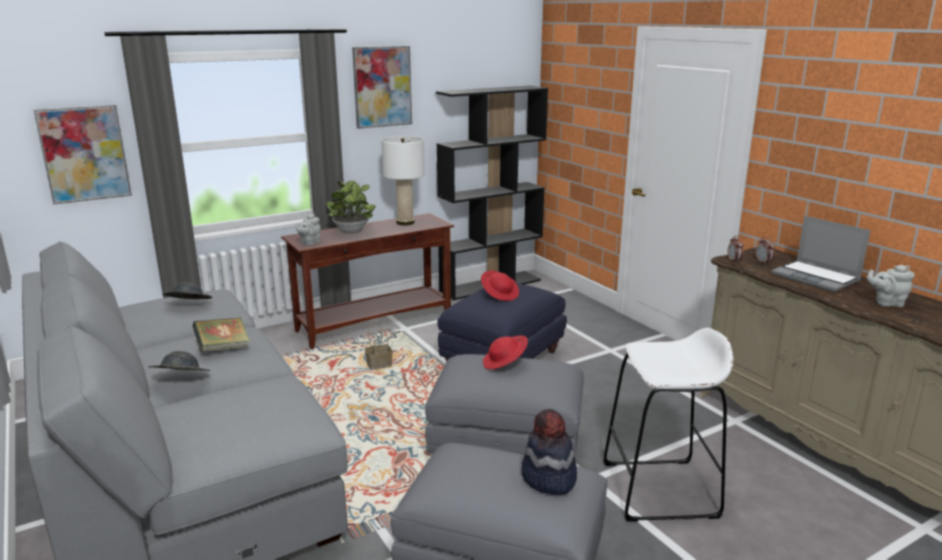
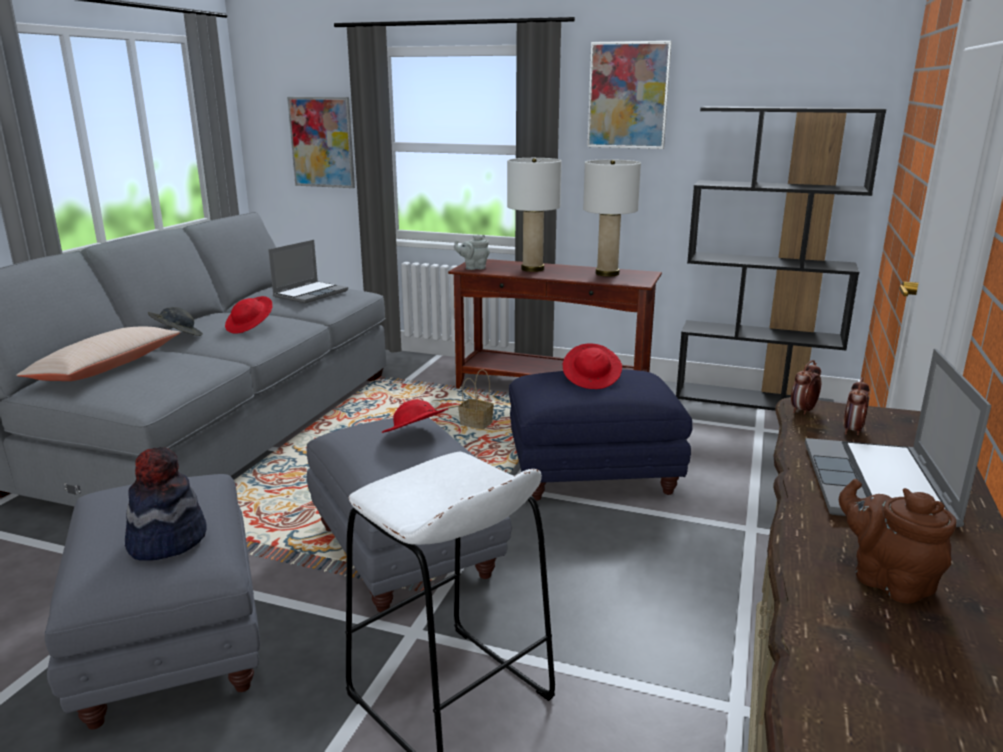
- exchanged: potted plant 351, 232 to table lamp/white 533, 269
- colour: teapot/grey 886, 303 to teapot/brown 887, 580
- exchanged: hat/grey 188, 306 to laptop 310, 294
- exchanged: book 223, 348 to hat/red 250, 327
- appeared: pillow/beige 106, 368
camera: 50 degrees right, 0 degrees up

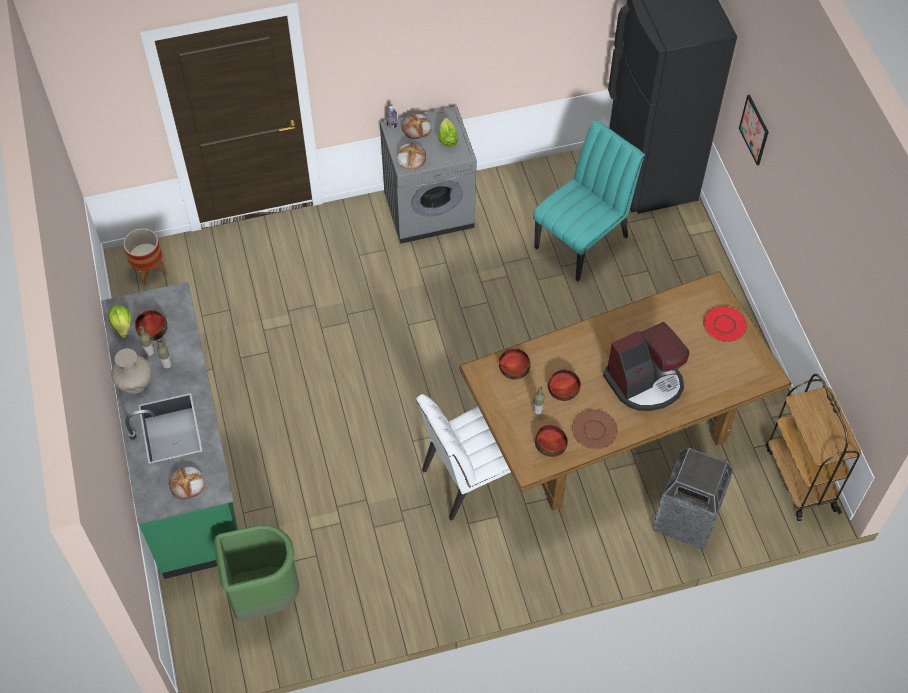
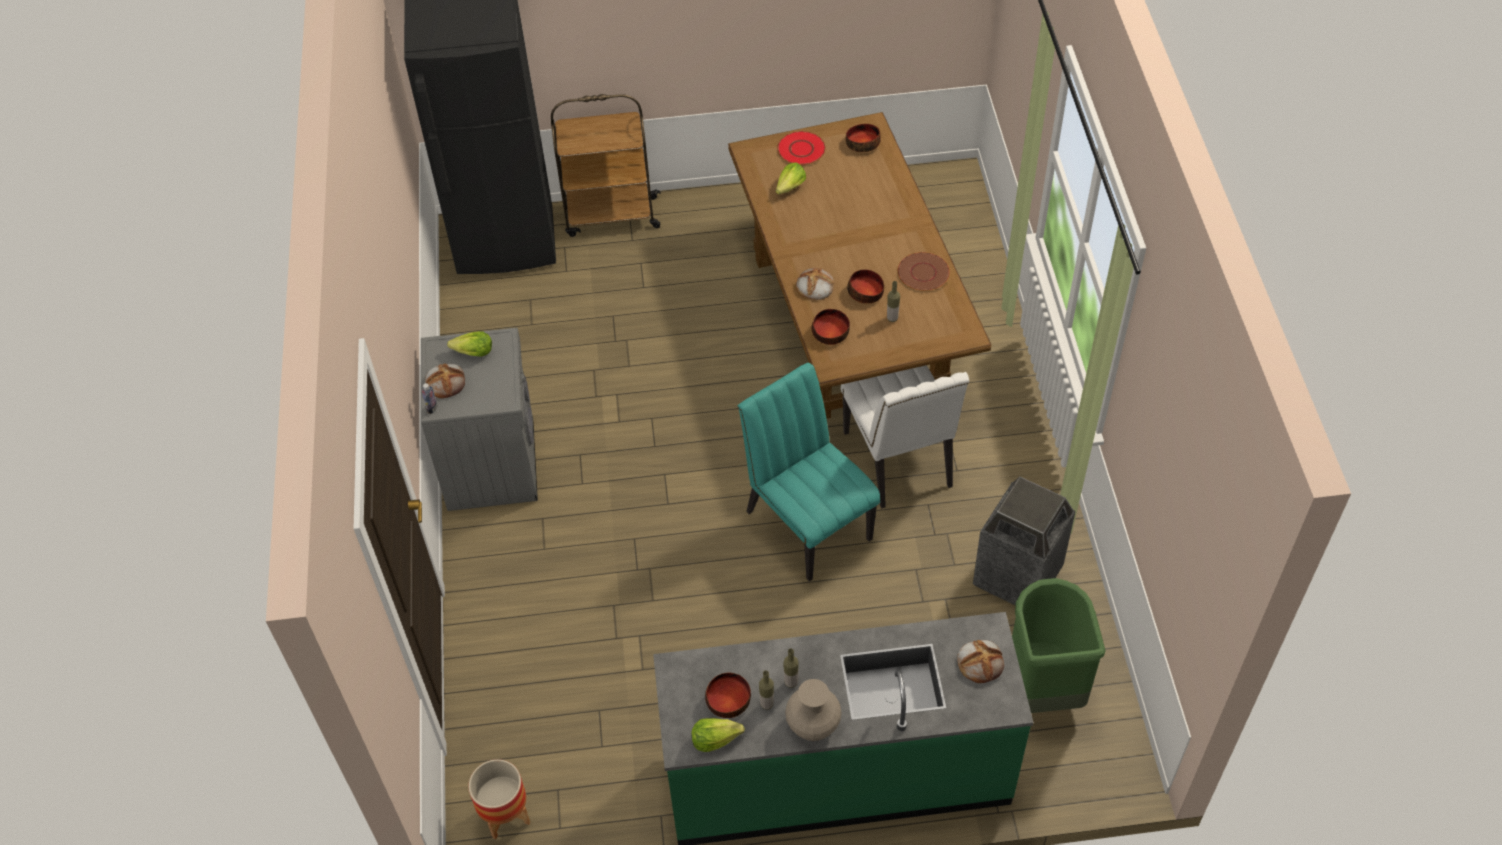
- missing: picture 754, 130
- relocated: chair/turquoise 581, 243 to 809, 526
- relocated: bread 410, 157 to 814, 286
- missing: coffee machine 645, 382
- relocated: cart/brown 800, 477 to 610, 216
- relocated: bowl 551, 444 to 863, 143
- relocated: trash can 686, 518 to 1017, 576
- appeared: lettuce 790, 187
camera: 80 degrees left, 5 degrees down

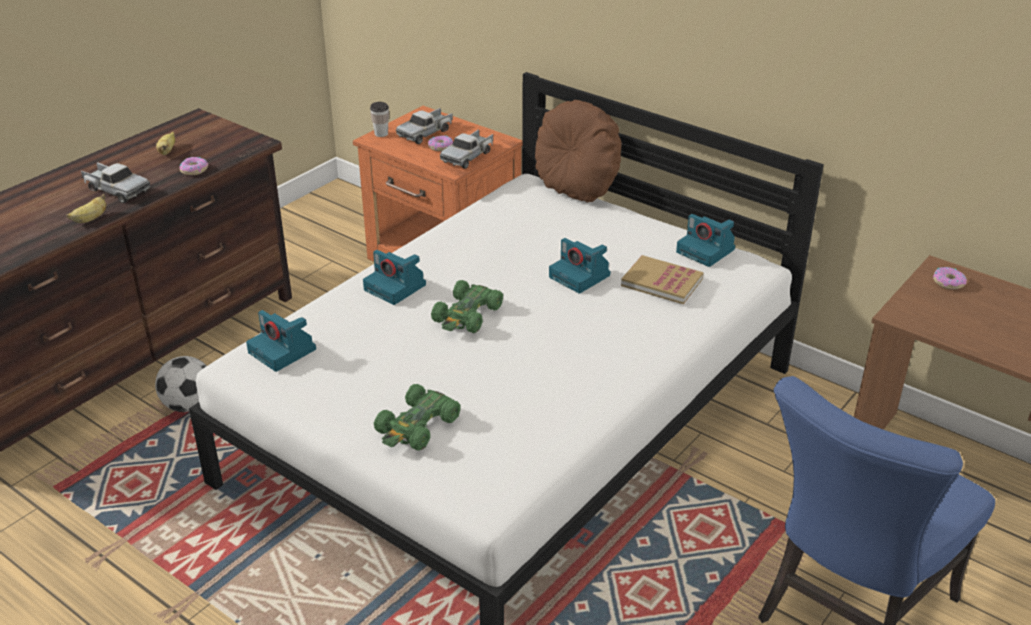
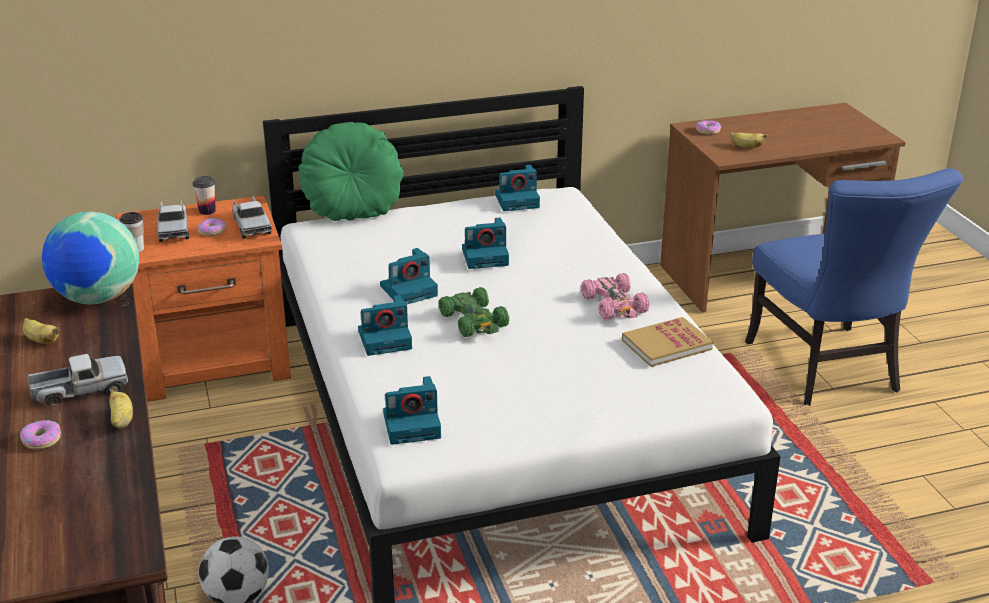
- colour: pillow/brown 576, 190 to pillow/green 353, 213
- relocated: donut 194, 170 to 41, 440
- relocated: book 662, 282 to 666, 345
- missing: toy car/green 417, 426
- appeared: banana 746, 147
- appeared: cup 207, 211
- appeared: globe 97, 298
- appeared: photo camera 409, 290
- appeared: toy car/pink 615, 305
camera: 55 degrees left, 5 degrees down

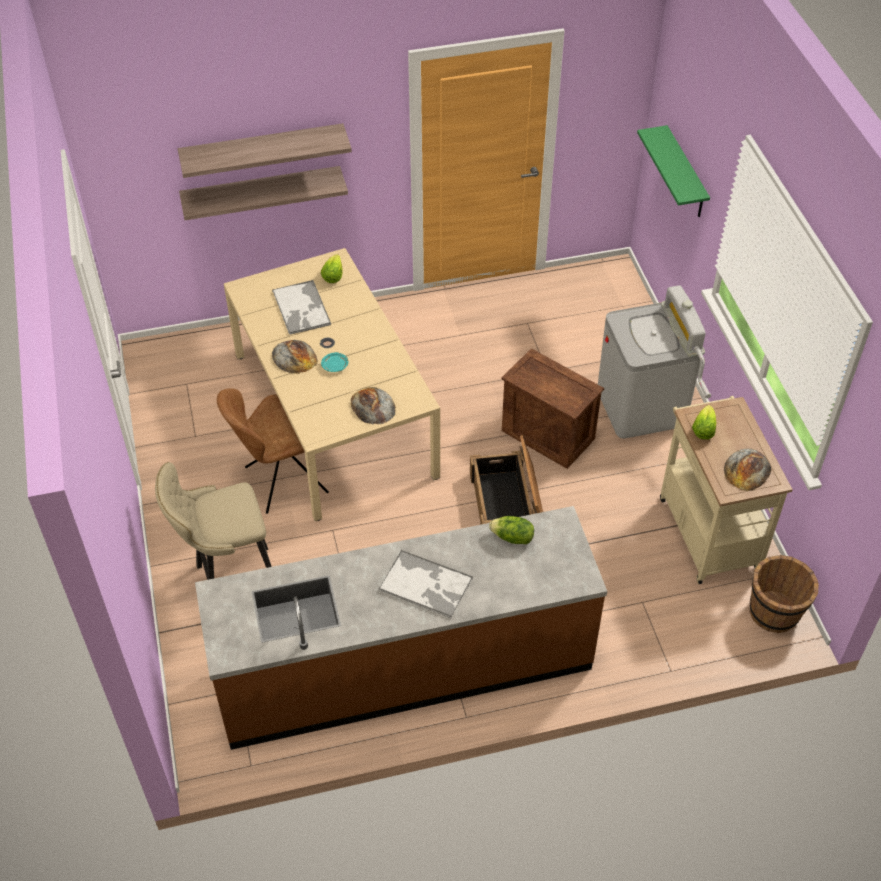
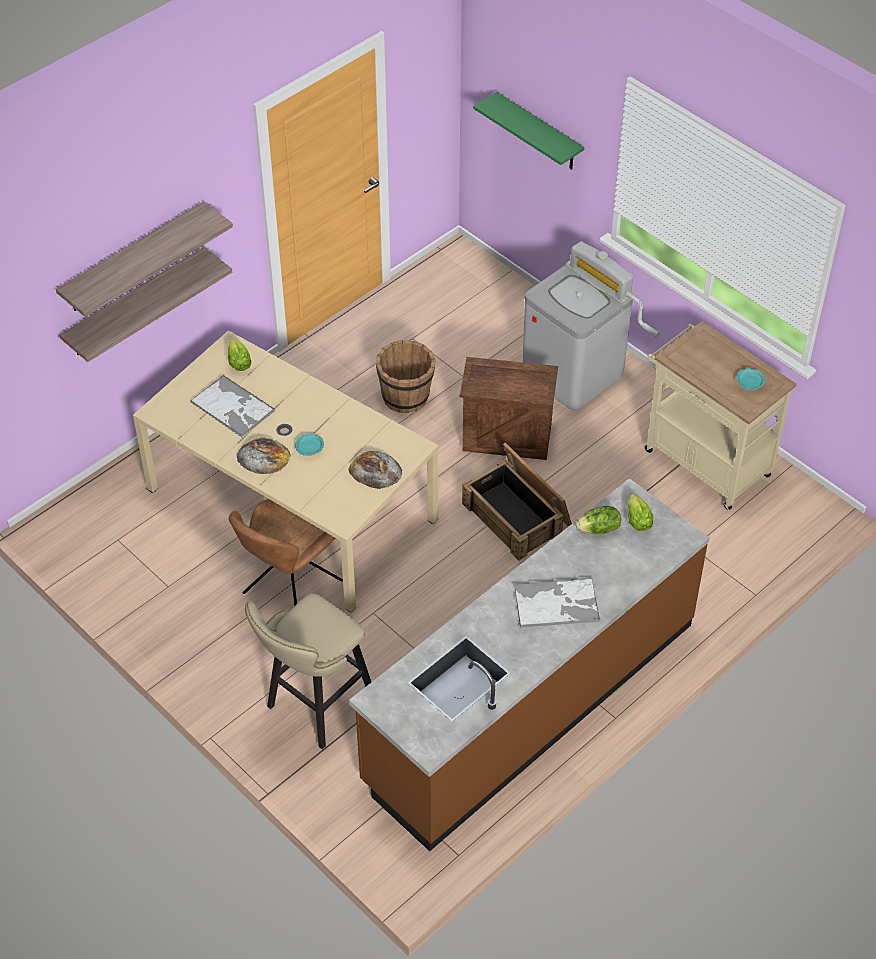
- relocated: lettuce 703, 430 to 637, 521
- exchanged: bread 747, 469 to plate/turquoise 750, 382
- relocated: bucket/brown 774, 613 to 406, 397
camera: 30 degrees left, 0 degrees up

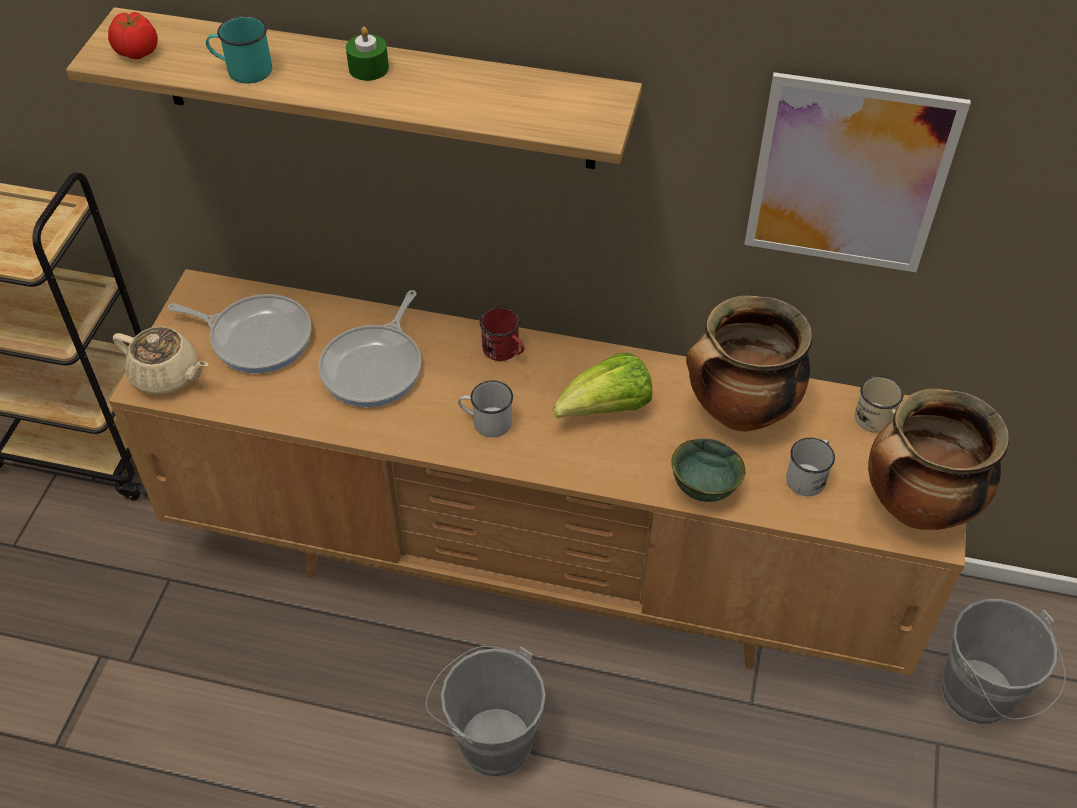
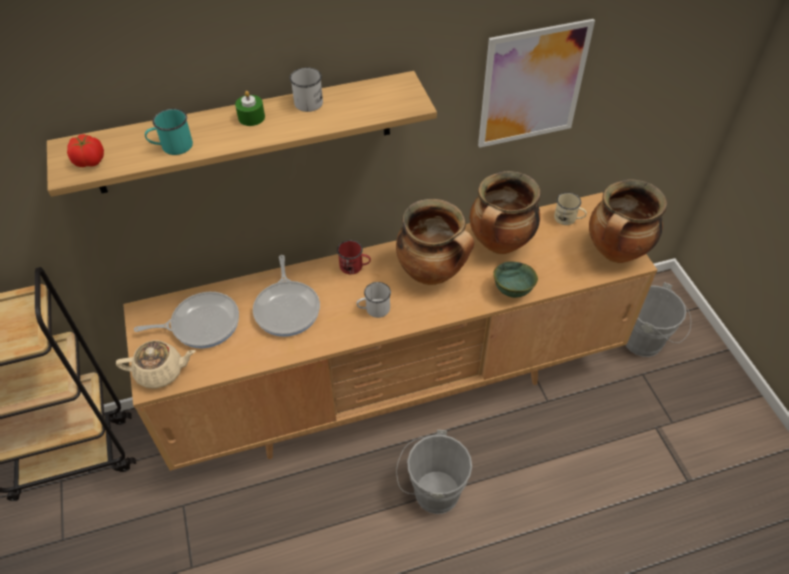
- exchanged: lettuce 606, 409 to cooking pot 433, 273
- relocated: mug/white 809, 476 to 309, 100
camera: 30 degrees left, 0 degrees up

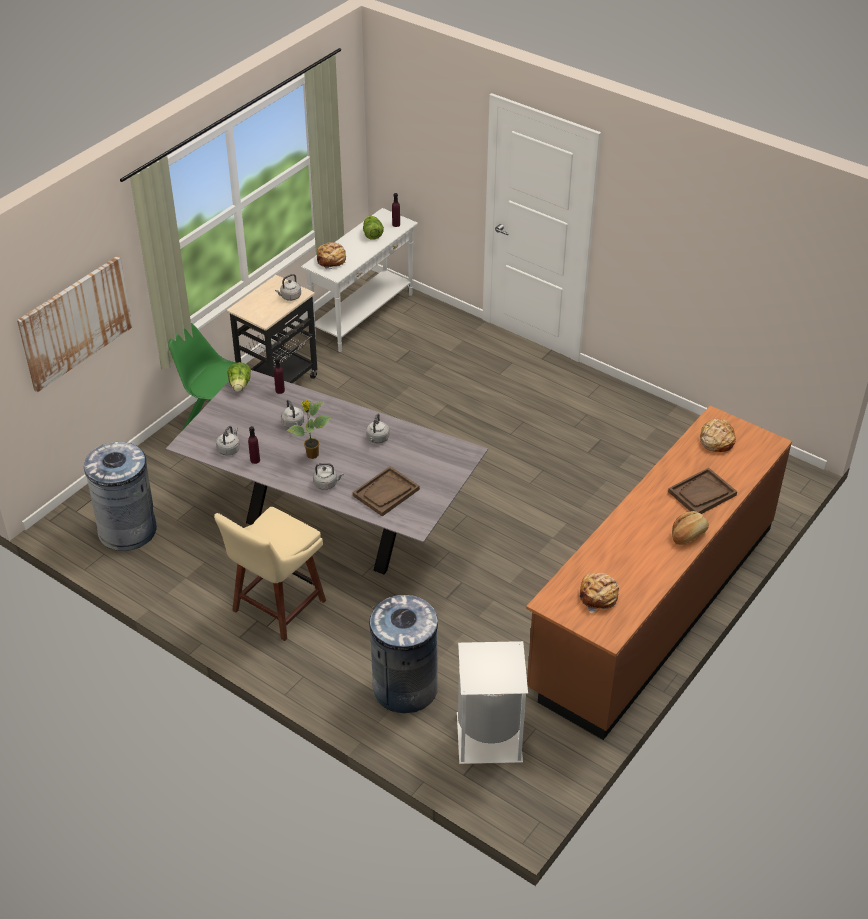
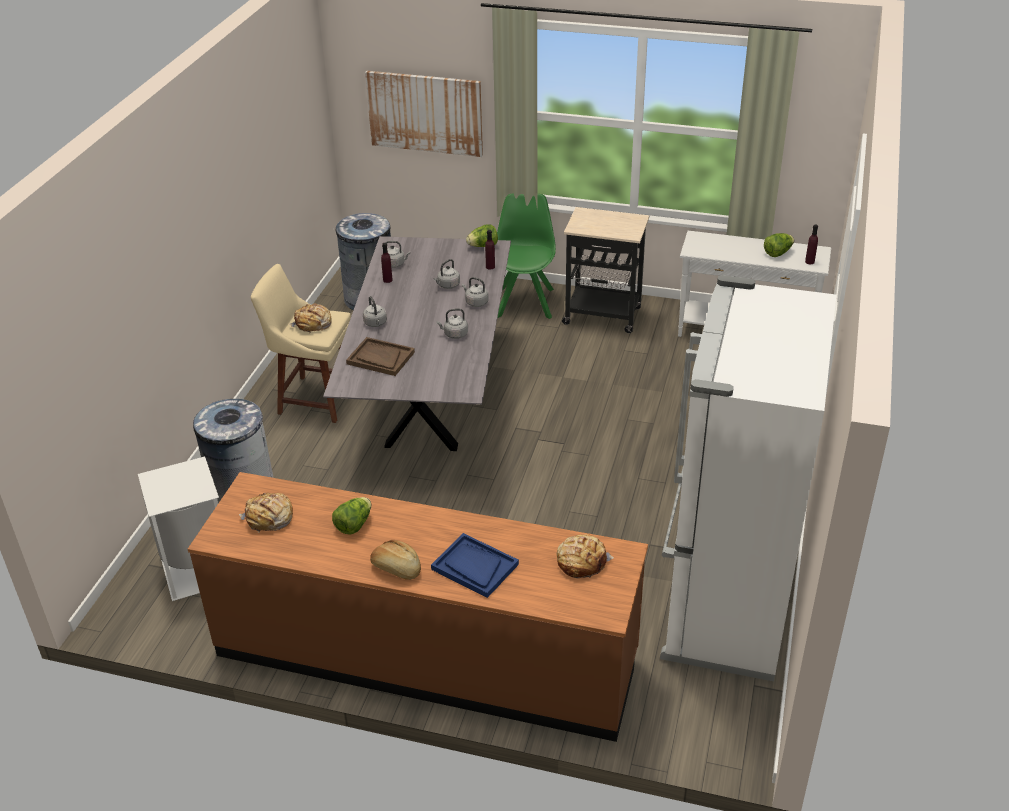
- relocated: bread 332, 260 to 313, 324
- relocated: kettle/grey 289, 297 to 475, 302
- missing: potted plant 312, 455
- colour: tray/brown 702, 493 to tray/blue 474, 567
- appeared: fridge/white 723, 608
- appeared: lettuce 354, 525
camera: 70 degrees right, 5 degrees down

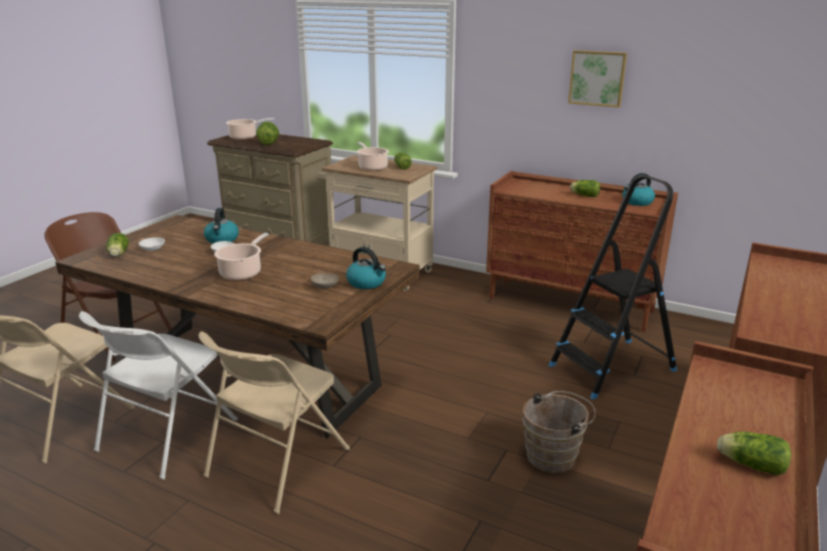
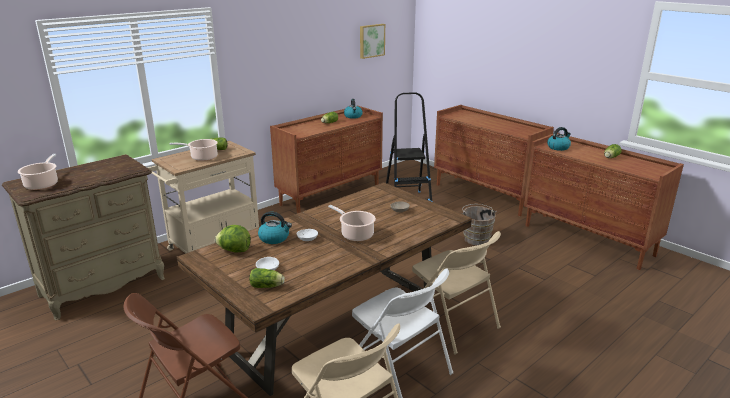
- relocated: picture 597, 78 to 371, 40
- relocated: lettuce 268, 144 to 234, 250
- relocated: kettle 367, 282 to 558, 147
camera: 70 degrees left, 0 degrees up

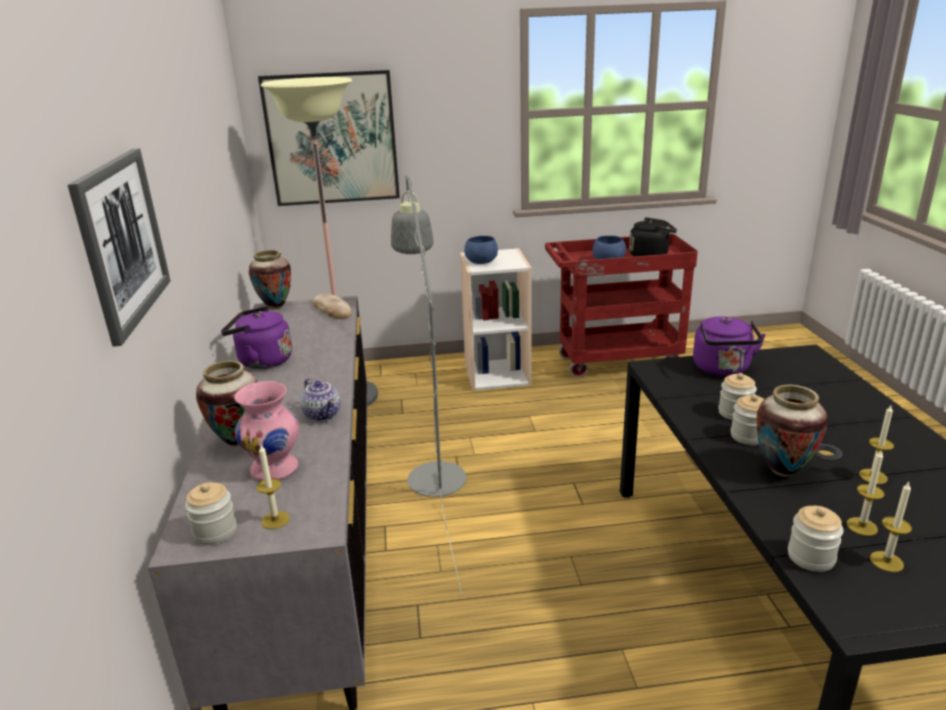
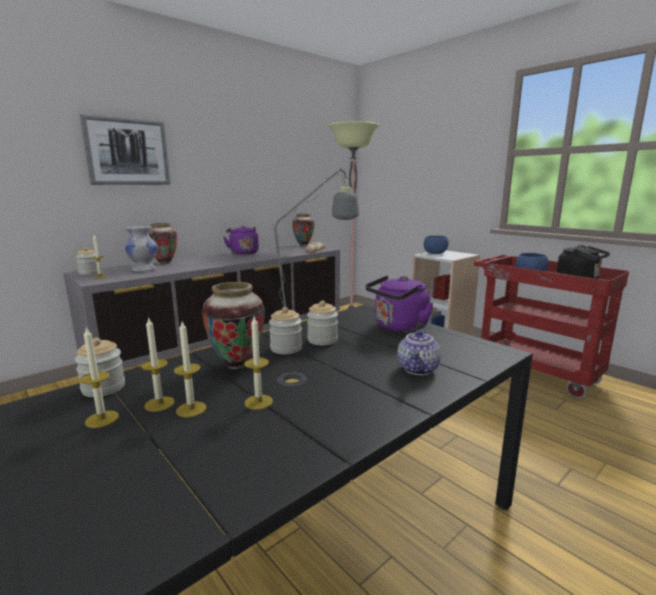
- missing: picture 332, 139
- relocated: teapot 323, 414 to 419, 369
- colour: vase/pink 275, 468 to vase/white 144, 270
- appeared: candle 191, 409
camera: 55 degrees right, 10 degrees down

